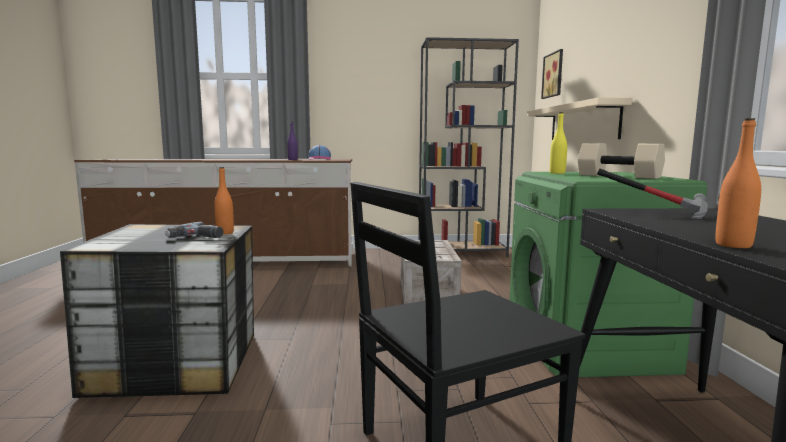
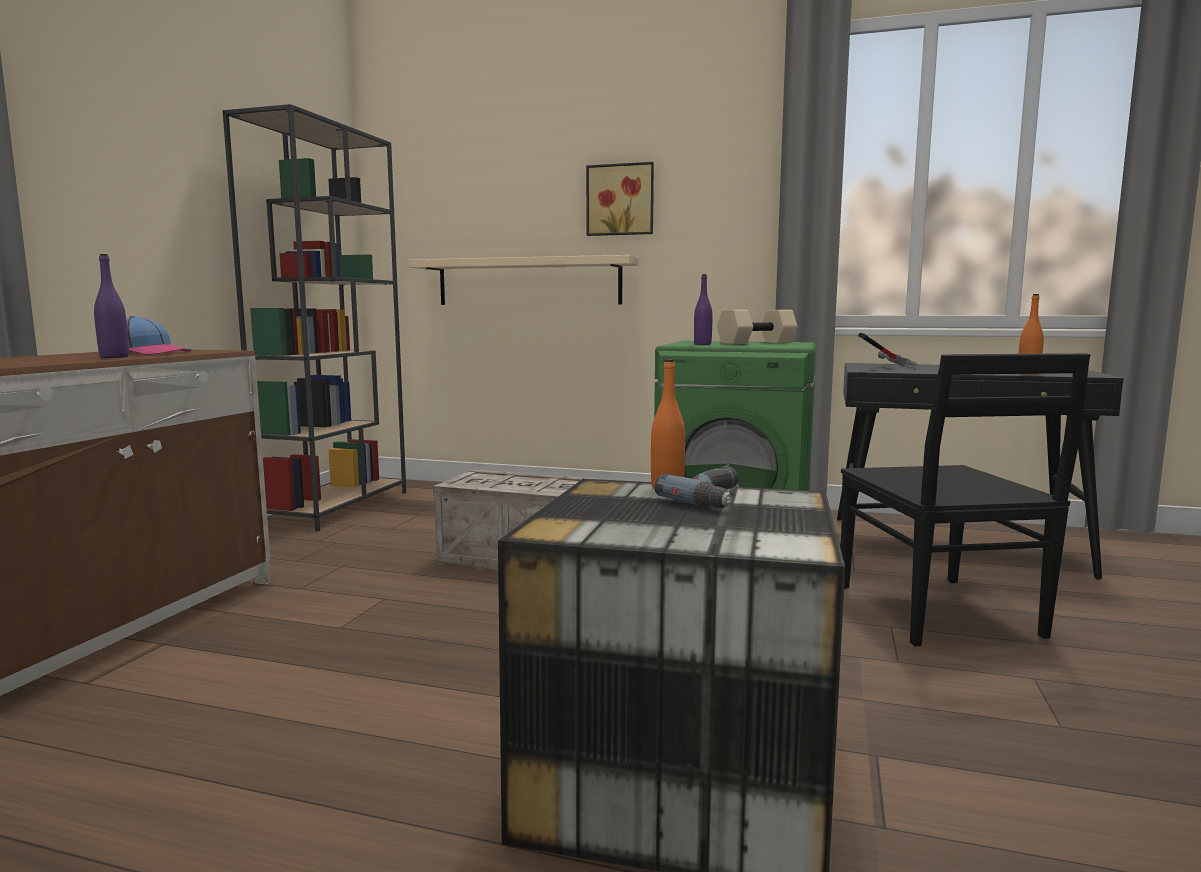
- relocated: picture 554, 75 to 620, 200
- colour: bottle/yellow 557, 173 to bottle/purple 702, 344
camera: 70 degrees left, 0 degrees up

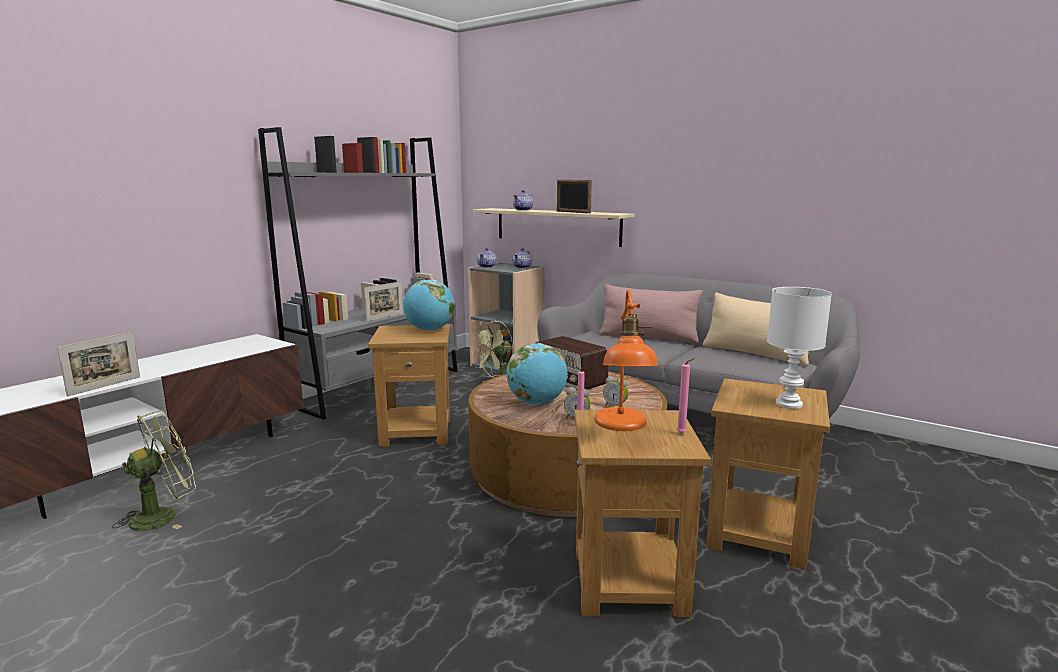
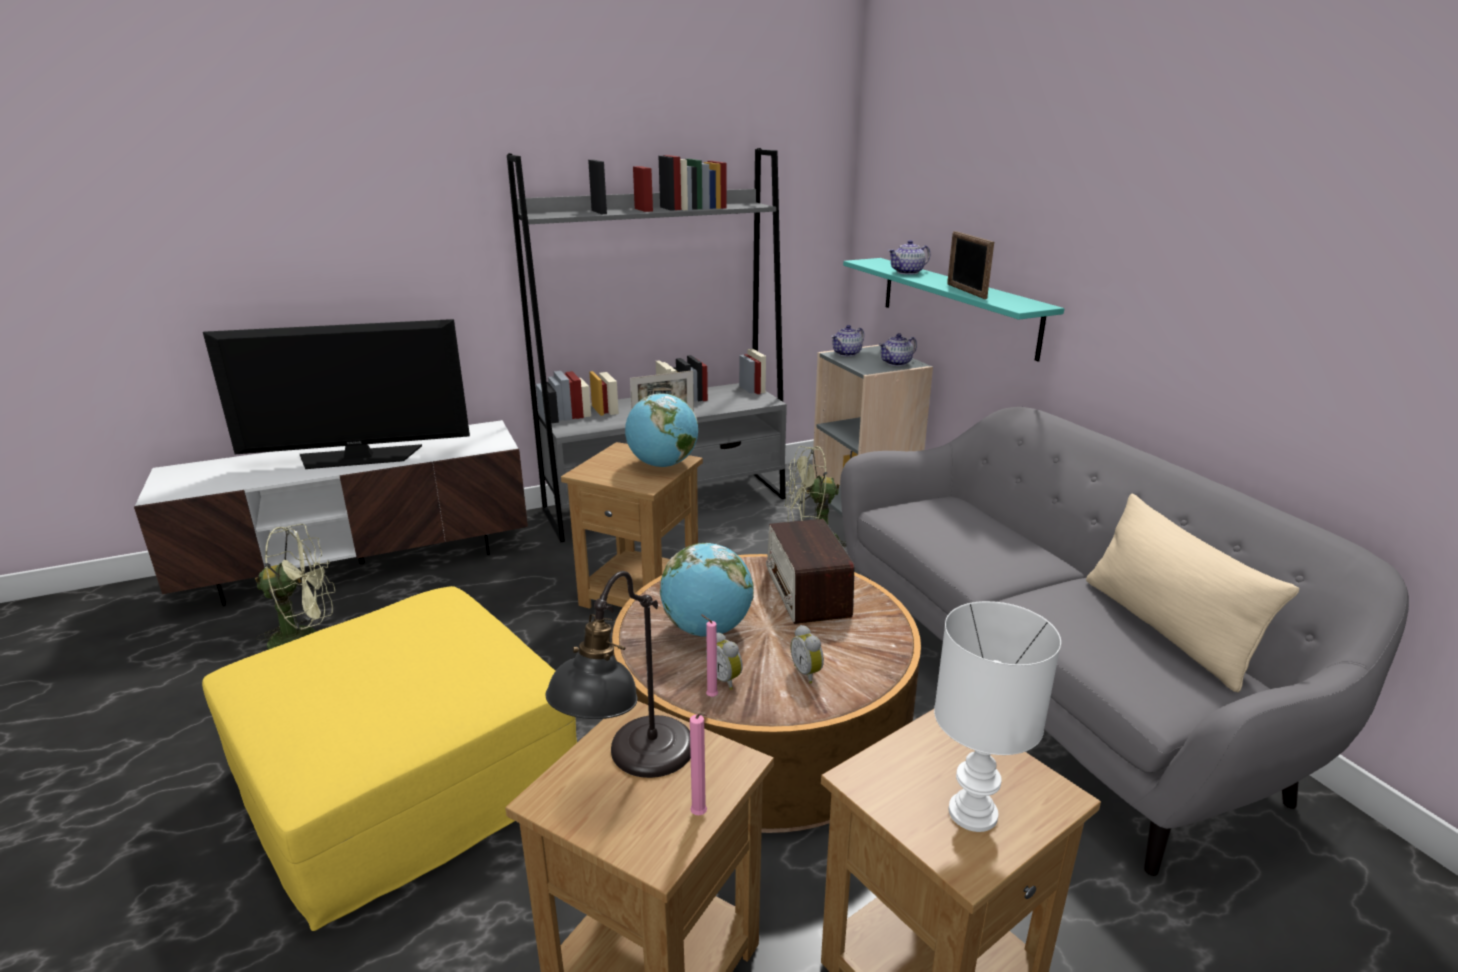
- colour: shelf/beige 556, 226 to shelf/turquoise 956, 305
- missing: pillow/pink 648, 337
- colour: table lamp/orange 624, 430 to table lamp/grey 631, 771
- missing: picture frame 105, 386
- appeared: television 359, 457
- appeared: ottoman/yellow 403, 778
camera: 30 degrees right, 10 degrees up

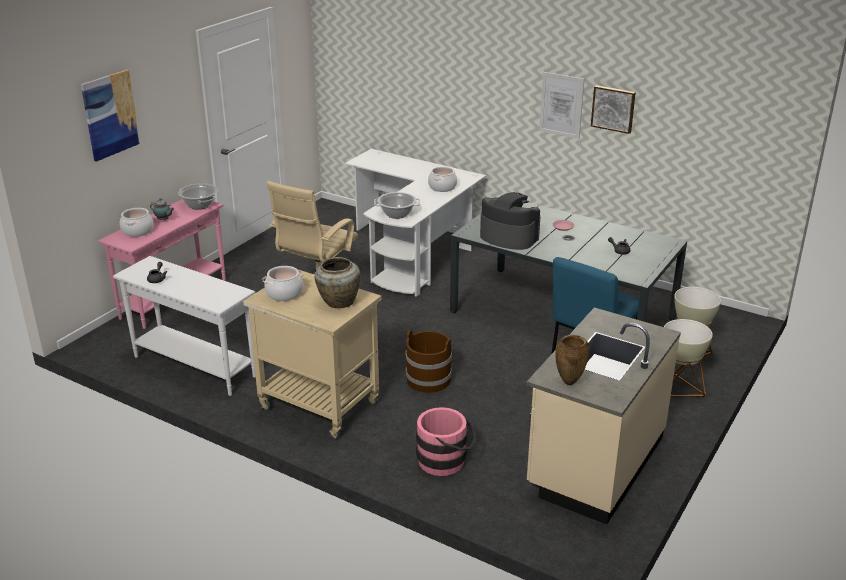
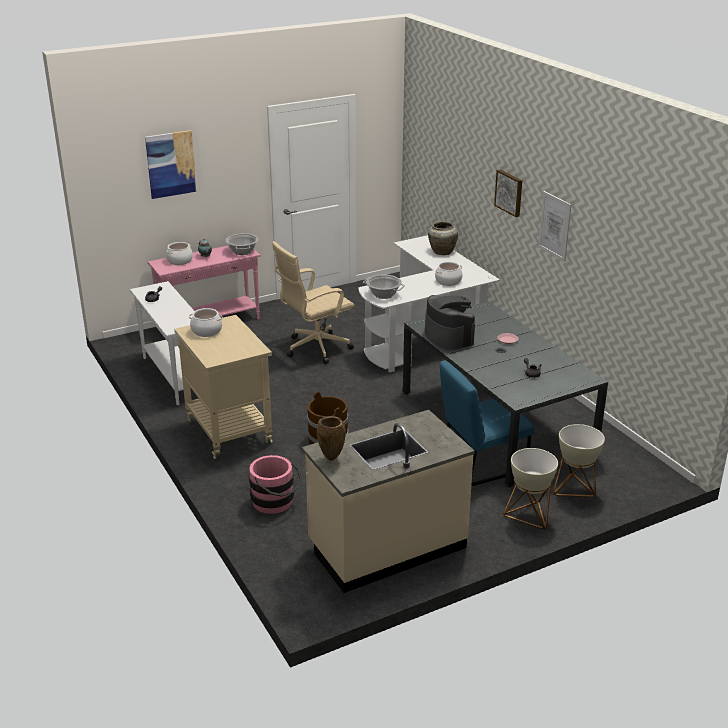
- relocated: picture 613, 108 to 509, 192
- relocated: vase/beige 338, 302 to 441, 252
camera: 30 degrees right, 0 degrees up

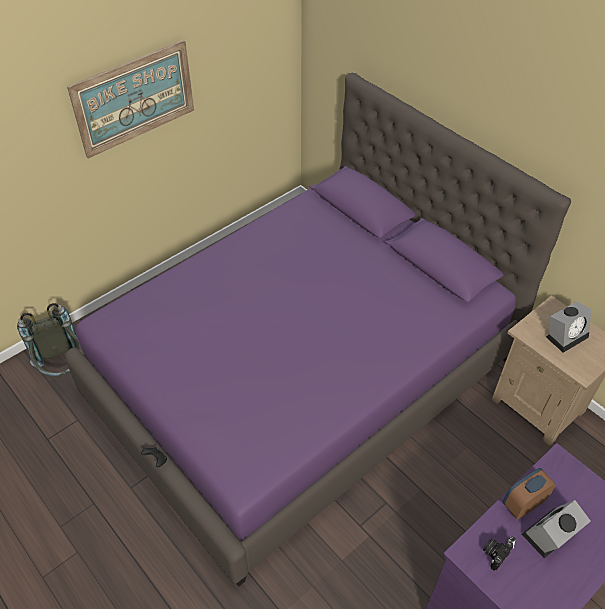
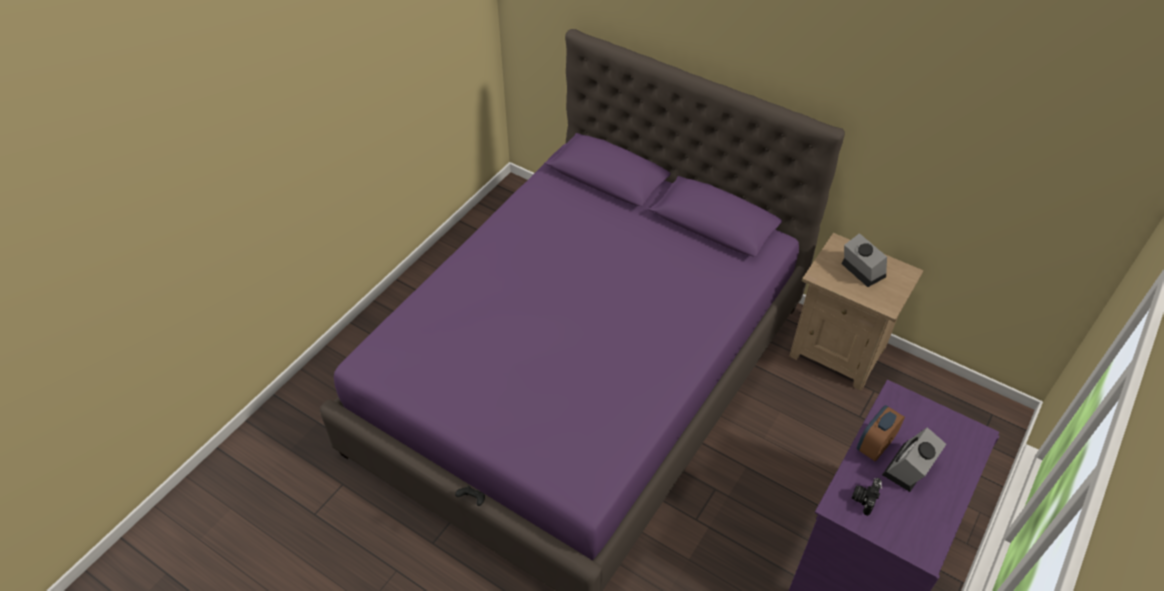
- missing: picture 134, 98
- spun: alarm clock 566, 335 = 860, 270 75 degrees counterclockwise
- missing: backpack/grey 63, 368
camera: 15 degrees left, 0 degrees up

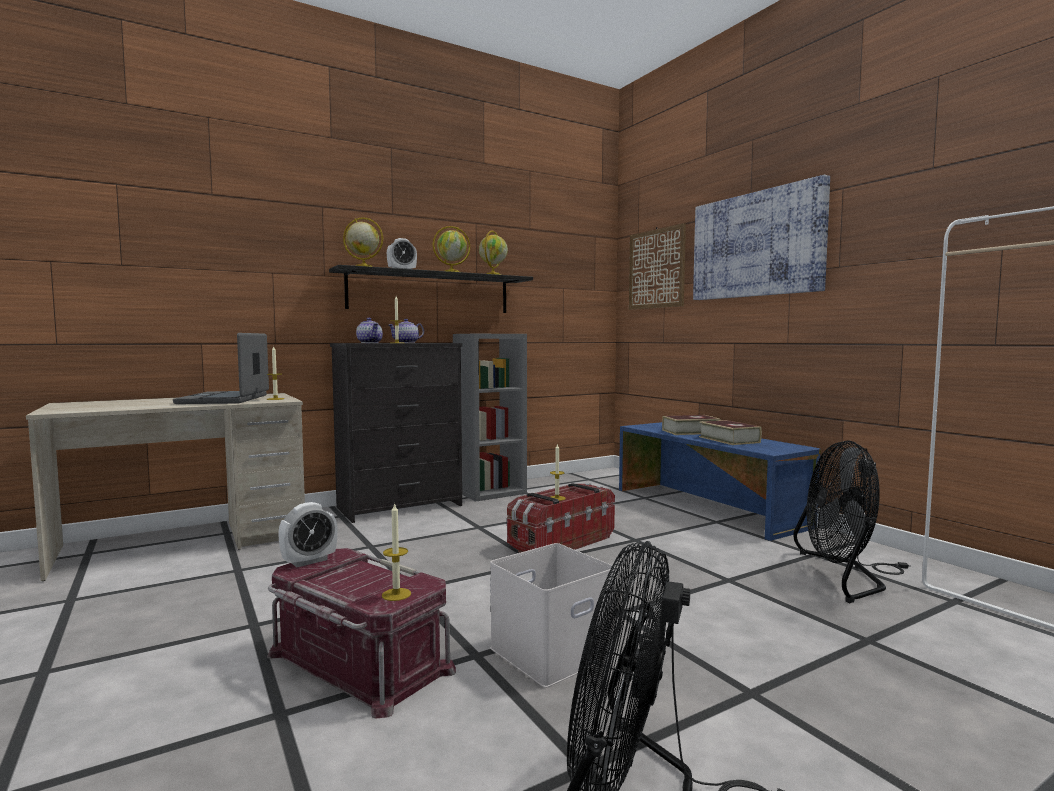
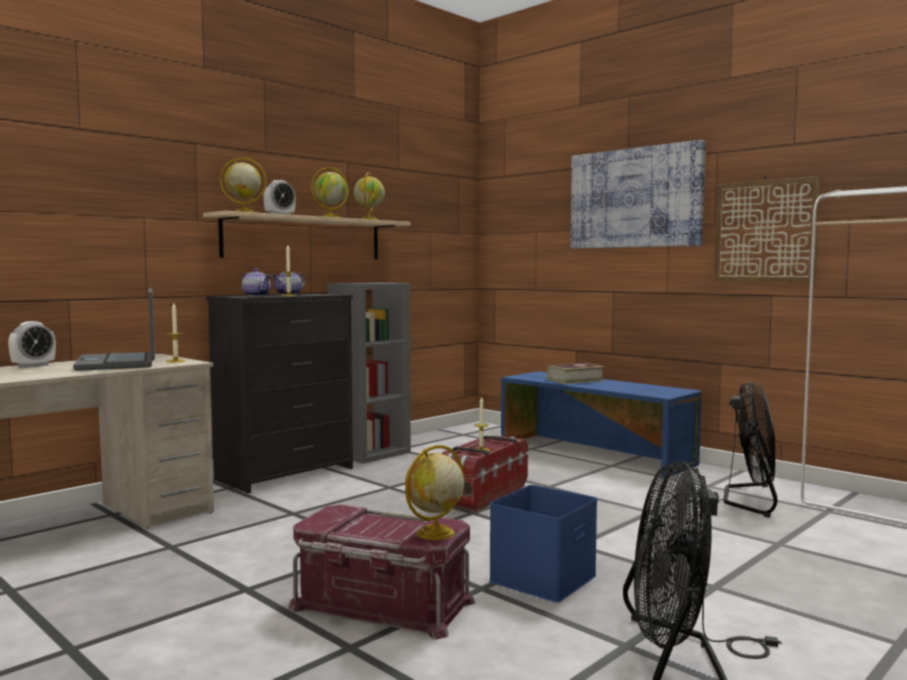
- relocated: picture 656, 267 to 765, 229
- colour: shelf/black 430, 292 to shelf/beige 304, 238
- missing: book 729, 439
- spun: fan/black 848, 575 = 742, 499 150 degrees counterclockwise
- relocated: alarm clock 309, 561 to 33, 366
- exchanged: candle 396, 594 to globe 435, 533
- colour: storage box/white 551, 653 to storage box/blue 543, 579
camera: 15 degrees left, 0 degrees up

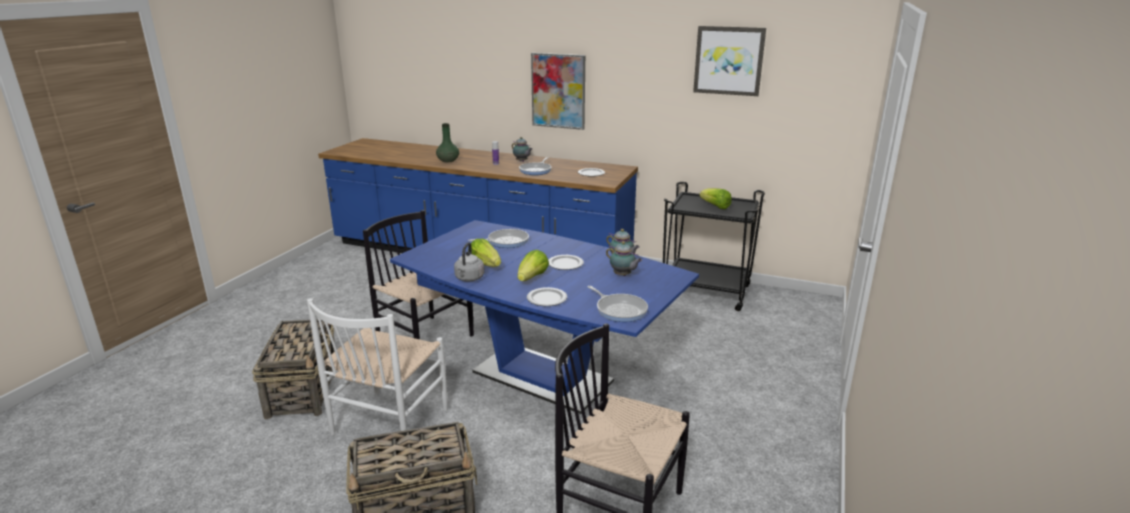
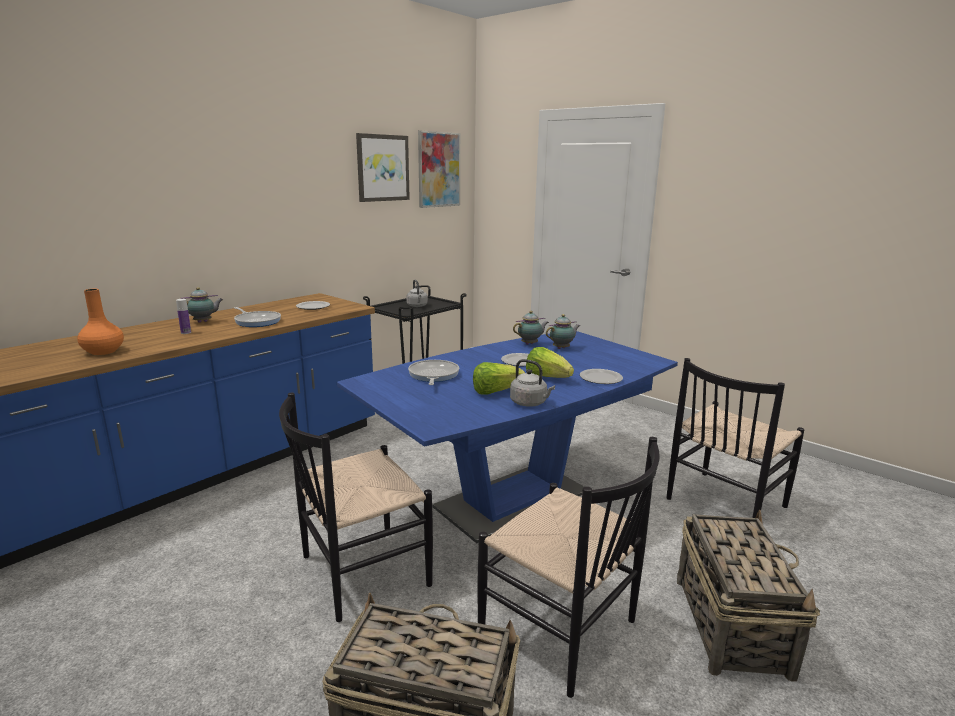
- relocated: picture 558, 91 to 439, 169
- colour: vase/green 448, 160 to vase/orange 104, 352
- exchanged: lettuce 715, 206 to kettle/grey 417, 306
- missing: frying pan 620, 310
- colour: chair/white 387, 425 to chair/black 563, 633
camera: 70 degrees left, 5 degrees down

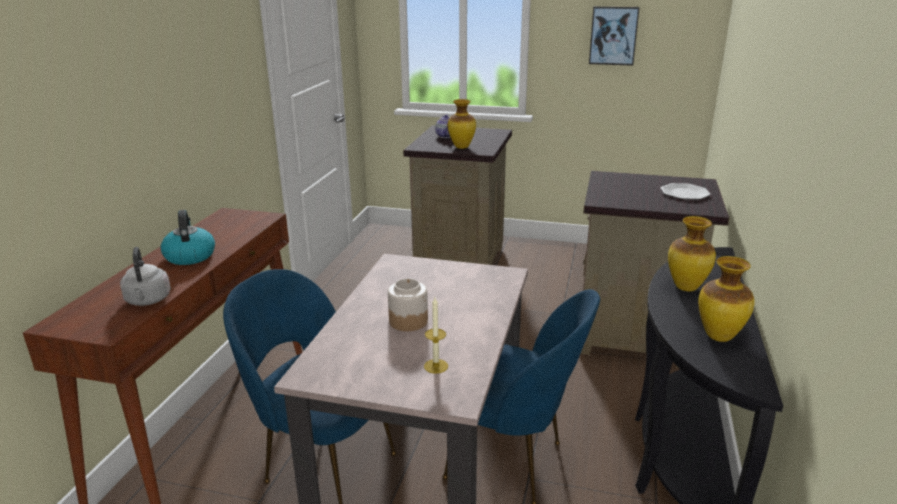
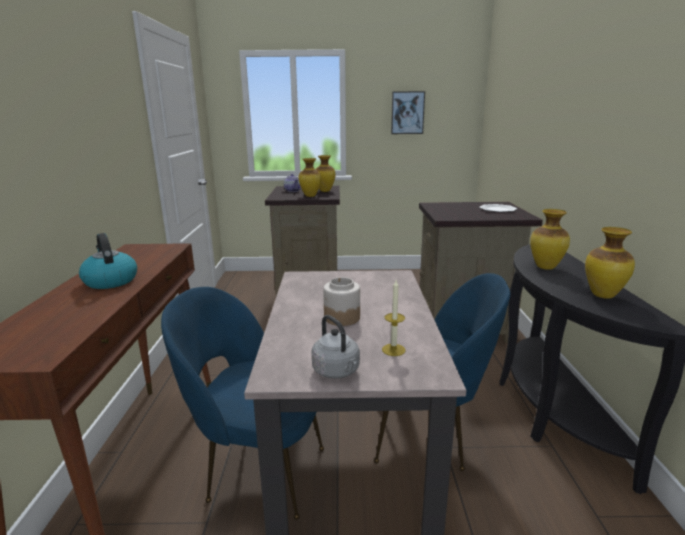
- relocated: kettle/grey 148, 301 to 337, 372
- appeared: vase 325, 191
camera: 15 degrees left, 5 degrees down

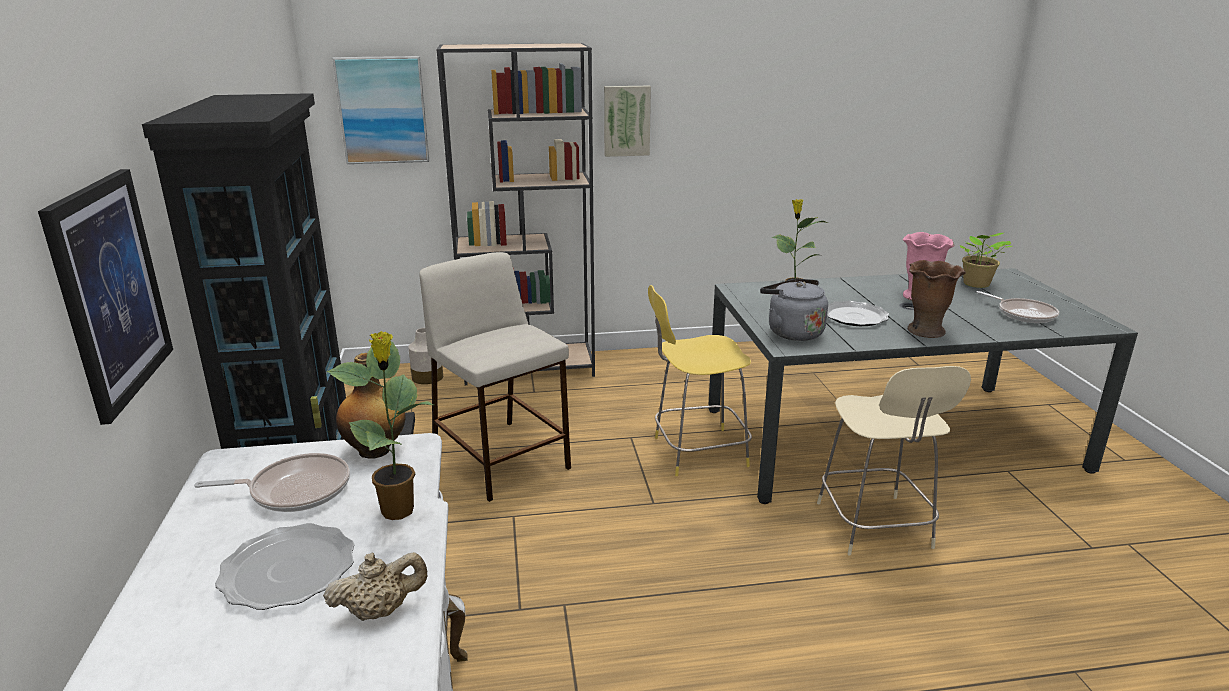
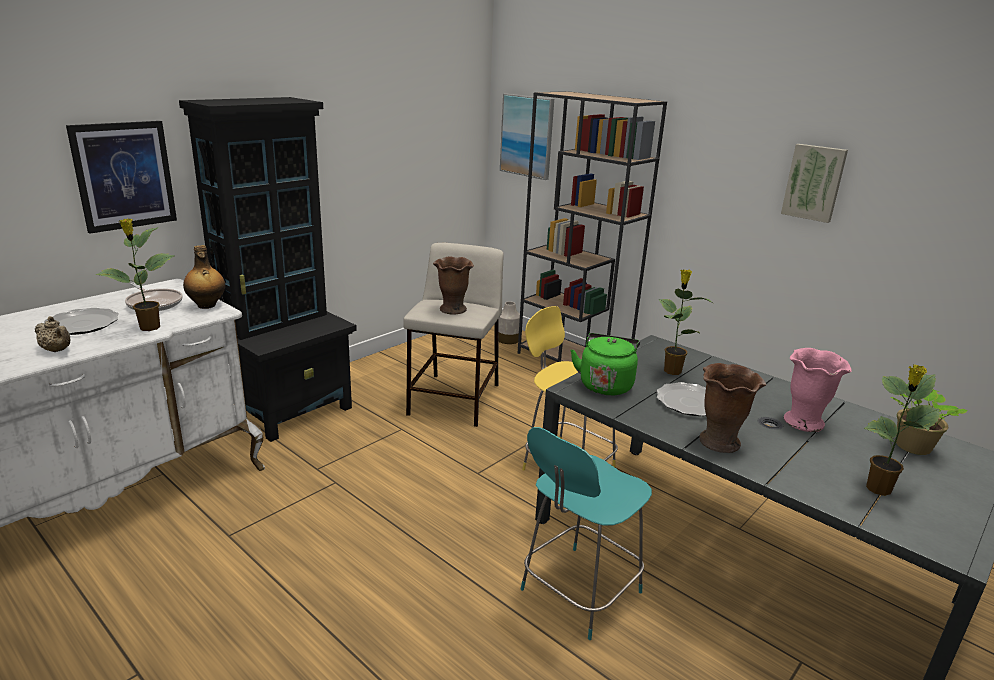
- relocated: picture 626, 120 to 814, 182
- colour: kettle/grey 792, 332 to kettle/green 605, 384
- exchanged: frying pan 1023, 314 to potted plant 878, 489
- colour: chair/beige 875, 527 to chair/turquoise 578, 593
- appeared: vase/brown 452, 309
camera: 50 degrees right, 0 degrees up

